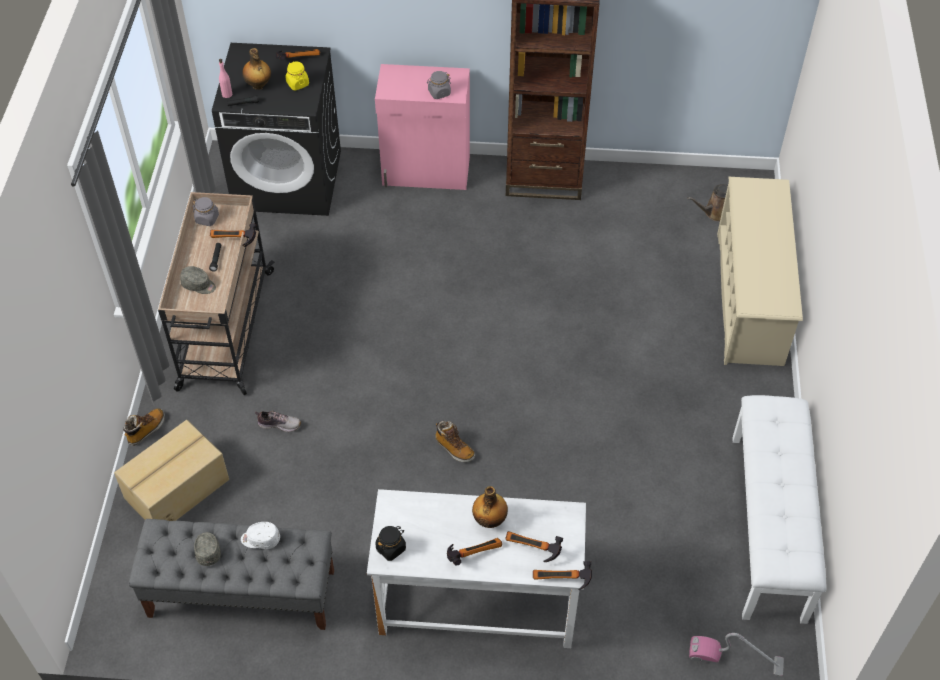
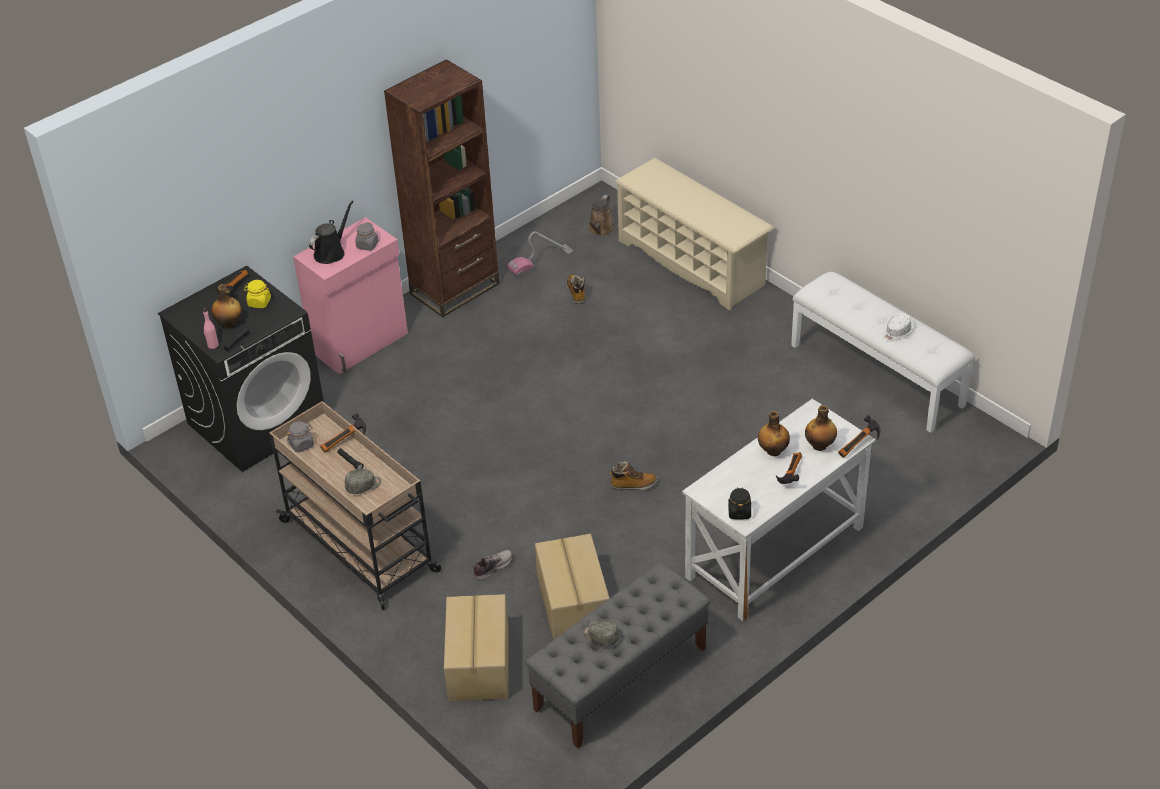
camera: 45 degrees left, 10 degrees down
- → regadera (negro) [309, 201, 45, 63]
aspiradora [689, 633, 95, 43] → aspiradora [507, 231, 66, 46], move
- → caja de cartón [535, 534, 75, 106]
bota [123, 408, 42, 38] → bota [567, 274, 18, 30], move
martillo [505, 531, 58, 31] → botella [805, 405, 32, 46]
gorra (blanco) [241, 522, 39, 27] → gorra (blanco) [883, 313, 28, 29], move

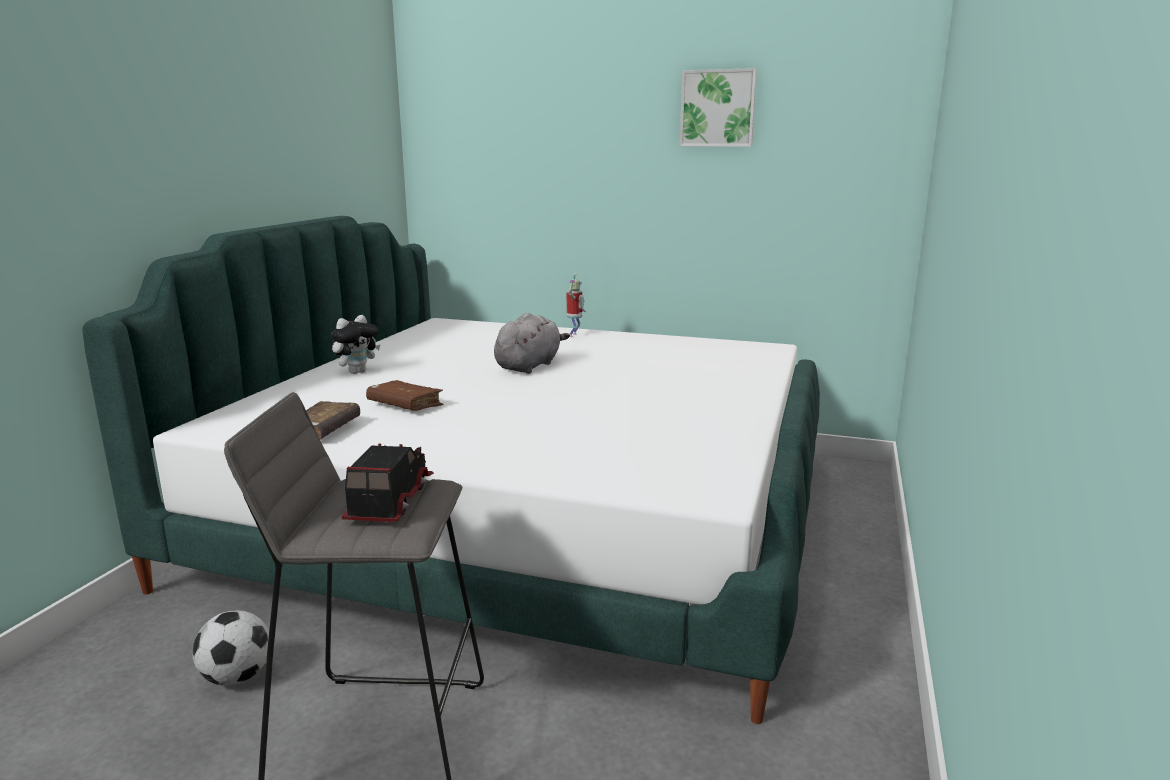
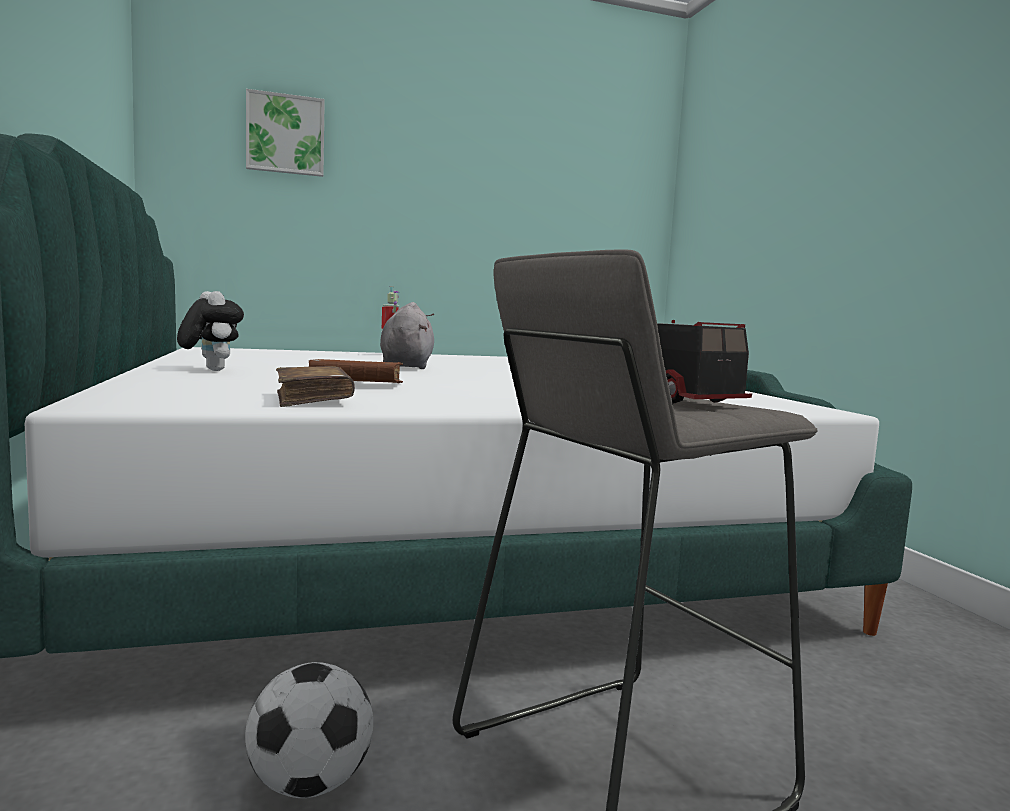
camera: 35 degrees left, 10 degrees down
peluche [331, 315, 49, 59] → peluche [177, 291, 67, 80], 45 degrees counterclockwise
cuadro [680, 68, 77, 79] → cuadro [246, 89, 79, 88], move

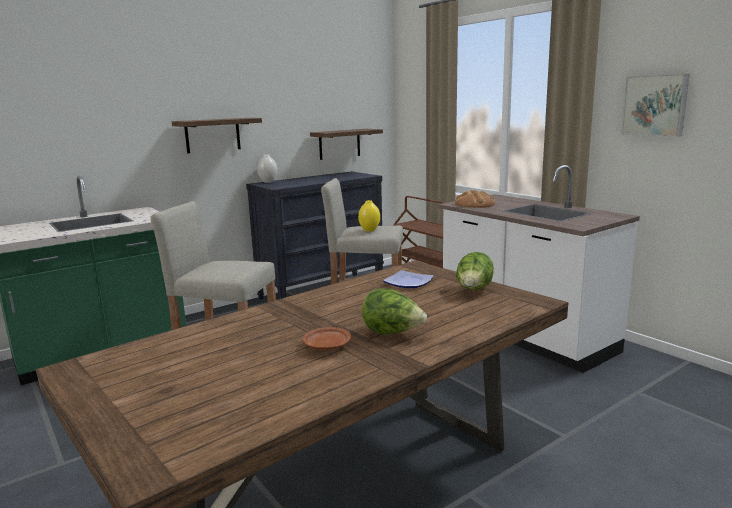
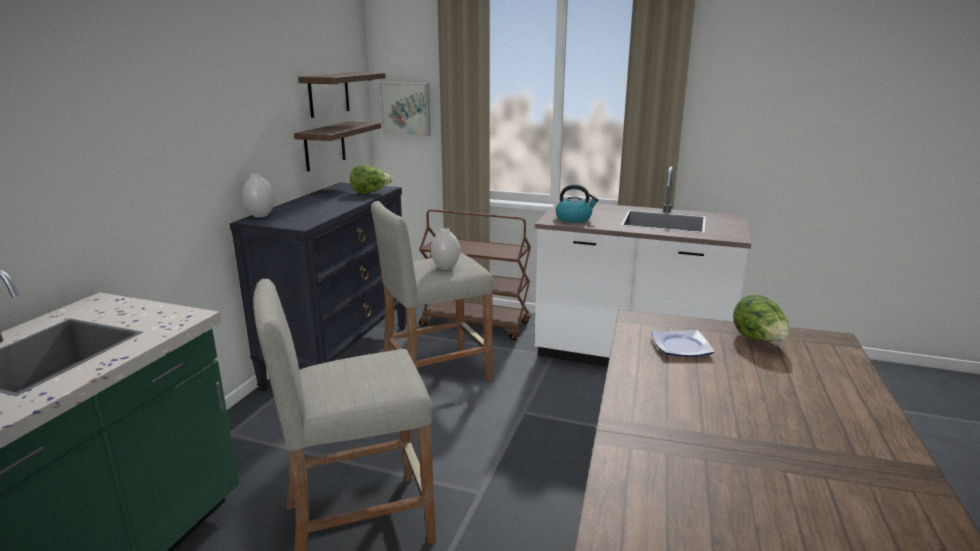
camera: 35 degrees left, 5 degrees up
estante [172, 118, 90, 35] → estante [298, 72, 88, 46], move
lechuga [362, 289, 65, 45] → lechuga [350, 165, 43, 29], move
cuadro [621, 74, 69, 63] → cuadro [380, 82, 51, 54], move
florero (amarillo) [358, 200, 22, 32] → florero (blanco) [431, 228, 29, 42]
pan [455, 190, 40, 18] → hervidor [556, 184, 43, 39]
plato (marrón) [303, 327, 48, 23] → -

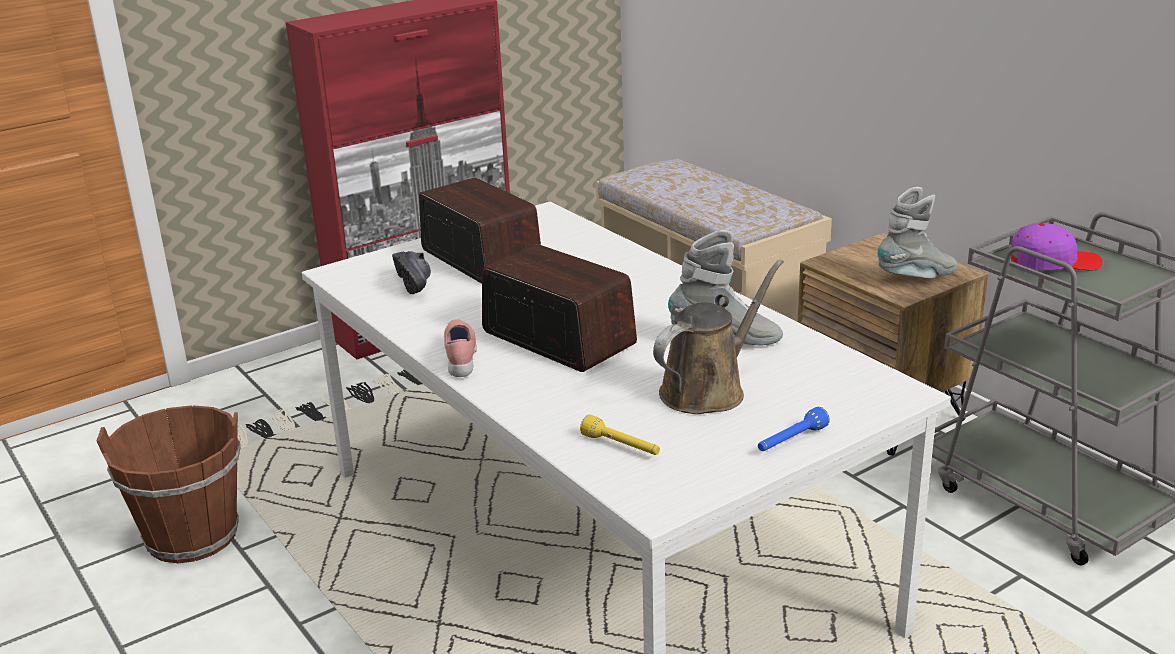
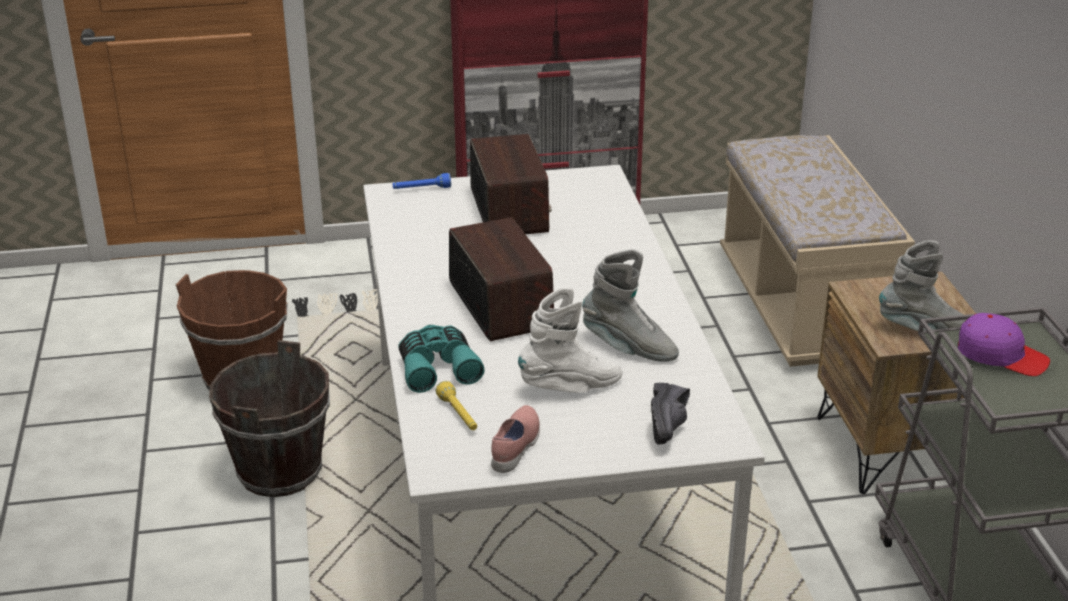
camera: 25 degrees right, 5 degrees up
- → cubo (marrón) [209, 340, 121, 157]
linterna (azul) [758, 407, 72, 44] → linterna (azul) [393, 173, 58, 16], move
- → prismáticos (turquesa) [399, 325, 86, 68]
zapato (rosa) [444, 320, 33, 57] → zapato (rosa) [491, 405, 49, 68], move
regadera (marrón) [653, 259, 131, 155] → bota (blanco) [518, 287, 105, 106]
zapato (negro) [392, 251, 39, 43] → zapato (negro) [651, 383, 39, 62], move

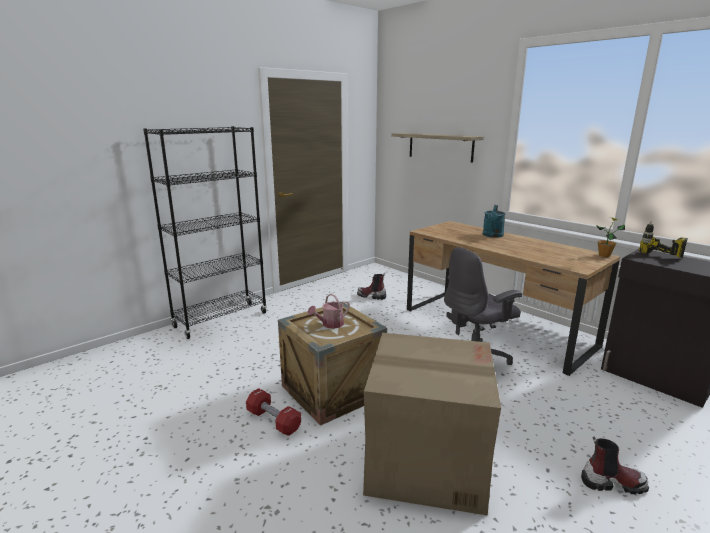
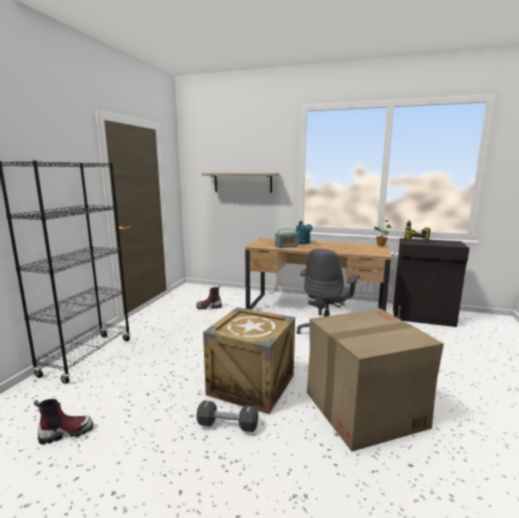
camera: 30 degrees left, 5 degrees down
bota [581, 437, 68, 57] → bota [34, 399, 59, 46], move
mancuerna (rojo) [246, 388, 55, 48] → mancuerna (negro) [196, 400, 62, 32]
- → radio [275, 228, 24, 20]
regadera [308, 294, 42, 35] → -

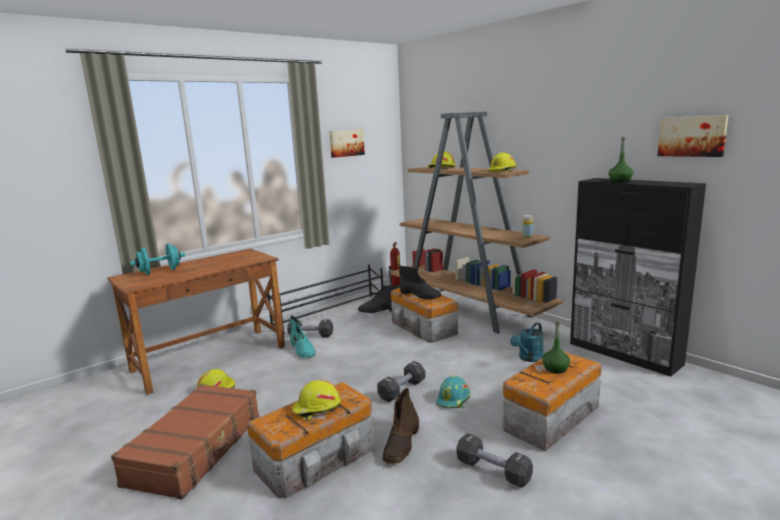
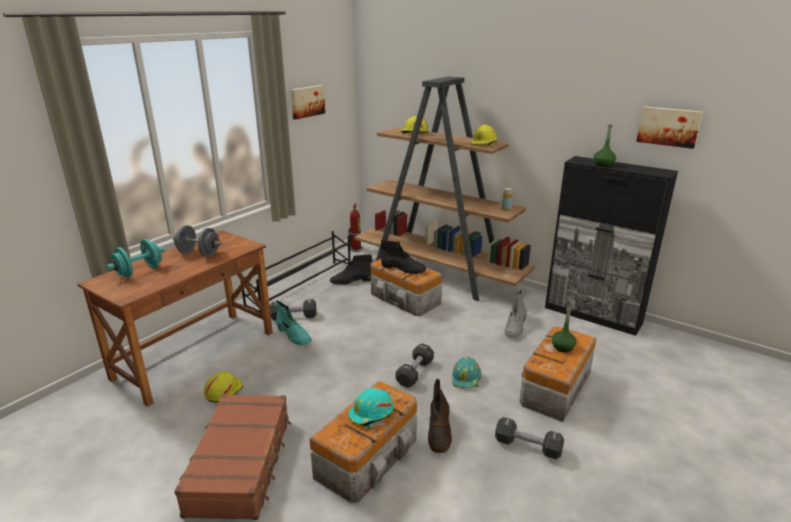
camera: 15 degrees left, 10 degrees up
- → mancuerna (gris) [173, 225, 49, 32]
casco (amarillo) [291, 380, 50, 40] → casco (turquesa) [348, 388, 46, 41]
regadera (turquesa) [510, 322, 34, 40] → bota (gris) [505, 289, 22, 49]

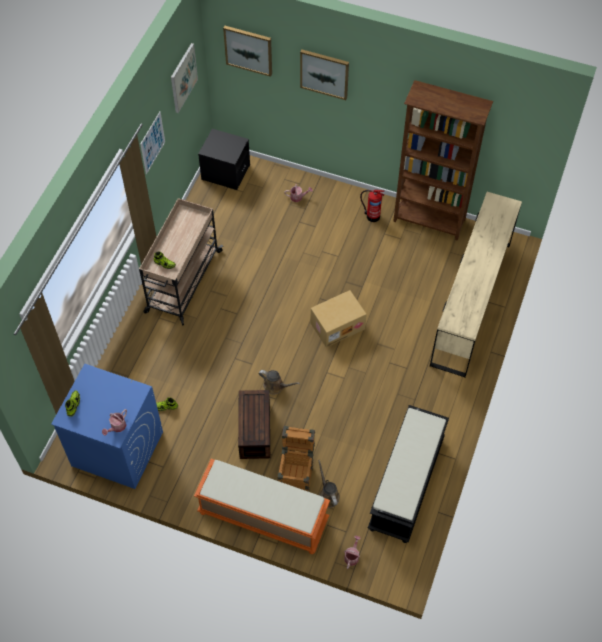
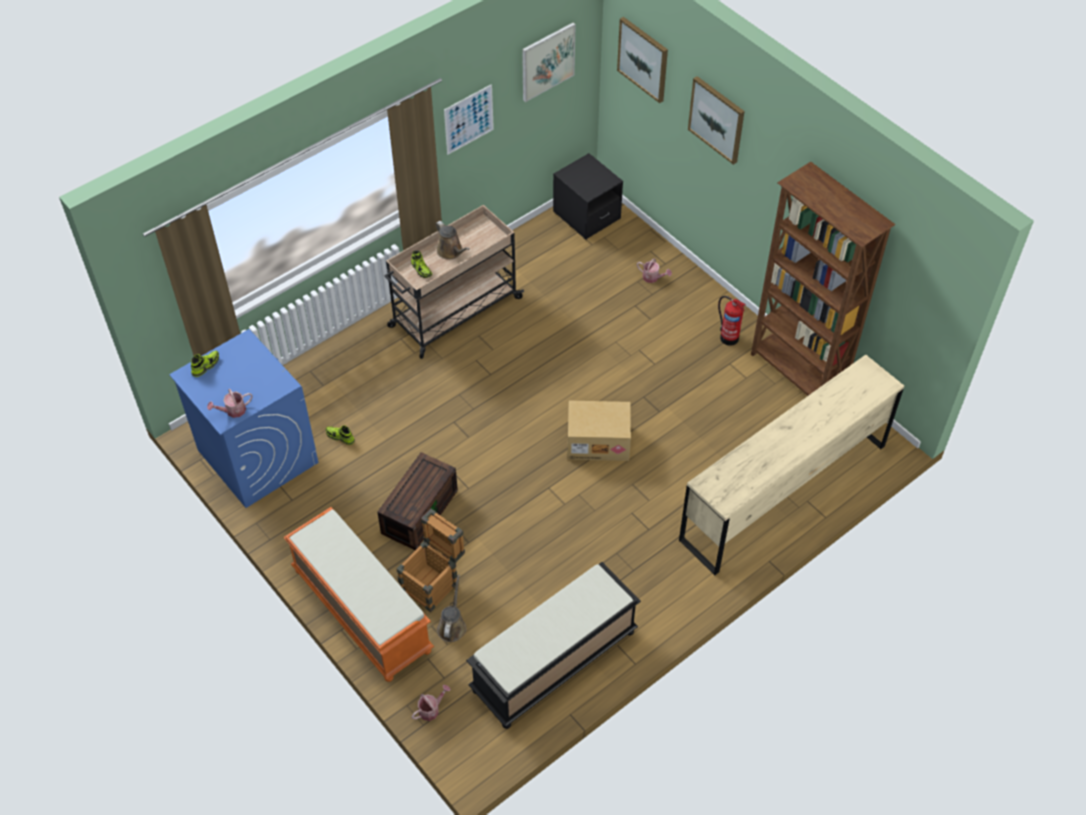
camera: 30 degrees right, 5 degrees down
regadera (marrón) [258, 370, 42, 25] → regadera (marrón) [435, 221, 35, 39], move

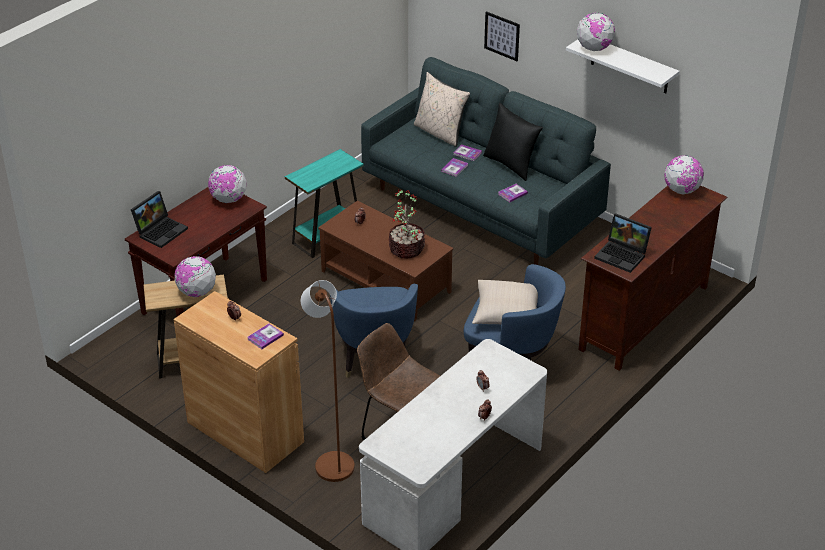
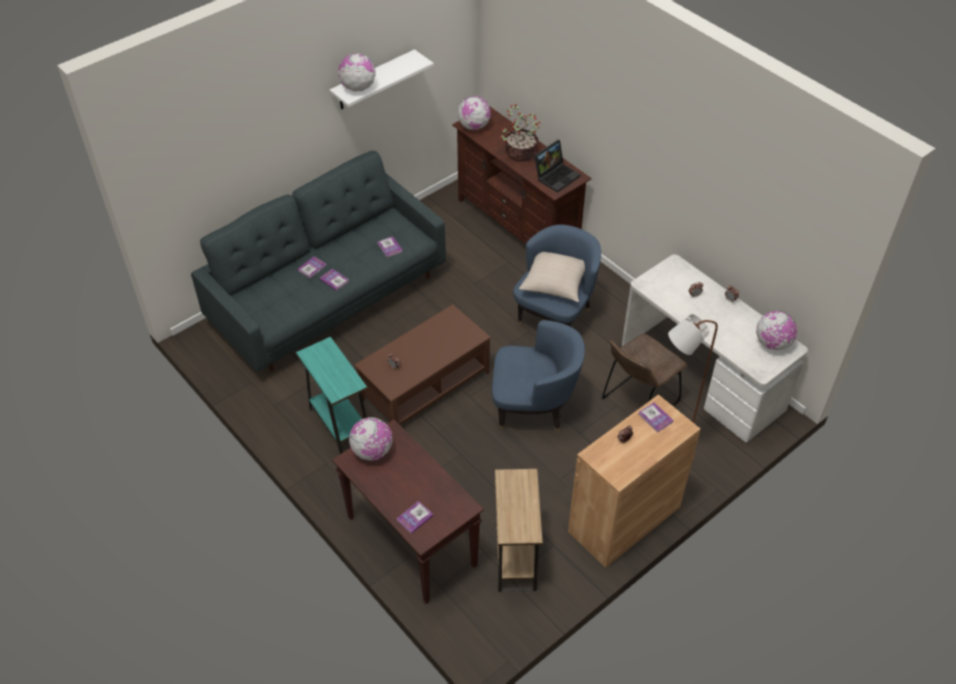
camera: 80 degrees left, 10 degrees up
portátil [131, 191, 57, 57] → libro [397, 501, 37, 33]
planta en maceta [389, 190, 36, 69] → planta en maceta [499, 104, 41, 58], move
globo terráqueo [174, 256, 42, 41] → globo terráqueo [756, 311, 42, 39], move
cojín (beis) [414, 72, 56, 75] → -
cojín (negro) [483, 103, 60, 78] → -
cuadro [484, 11, 36, 50] → -

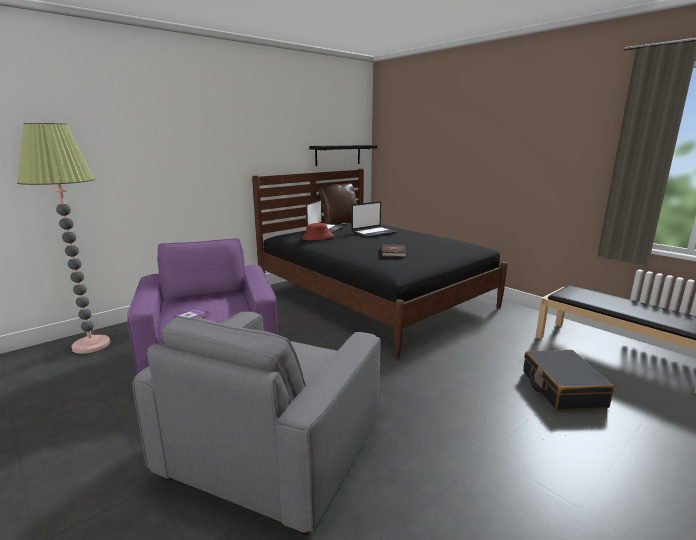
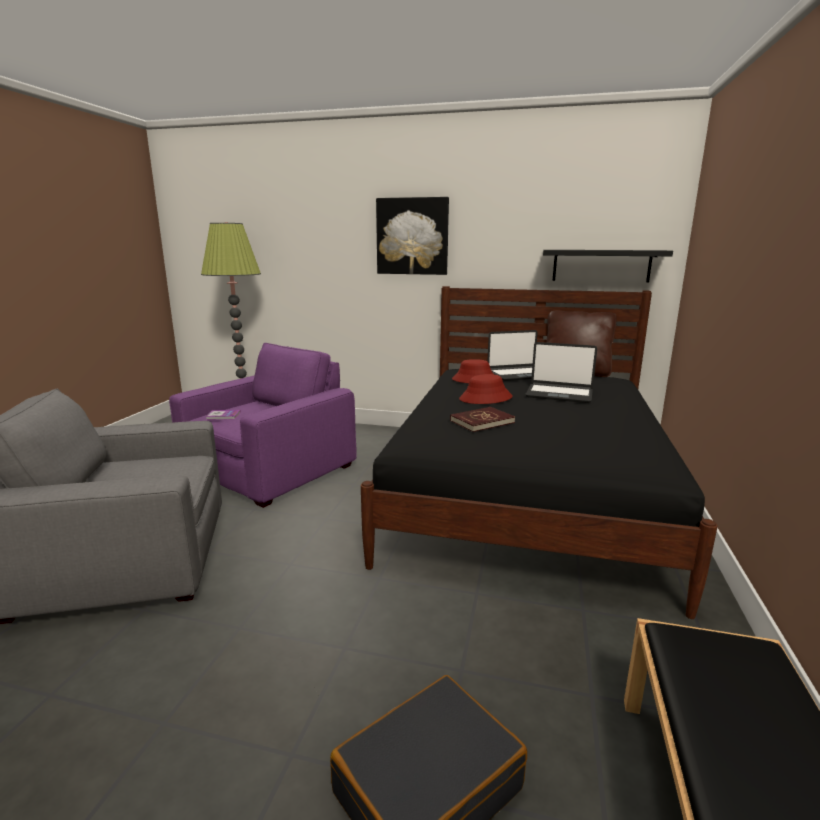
camera: 55 degrees right, 0 degrees up
- → cuadro [376, 197, 73, 78]
- → sombrero (rojo) [459, 374, 54, 30]

